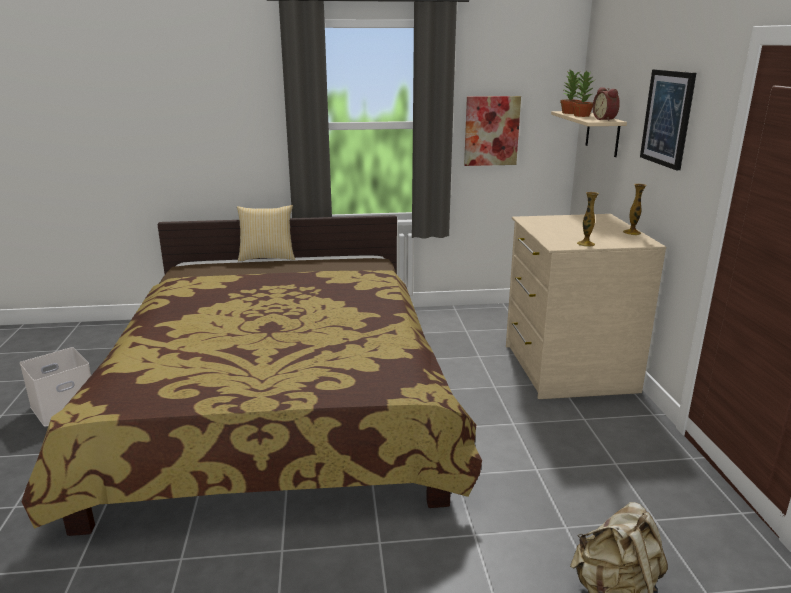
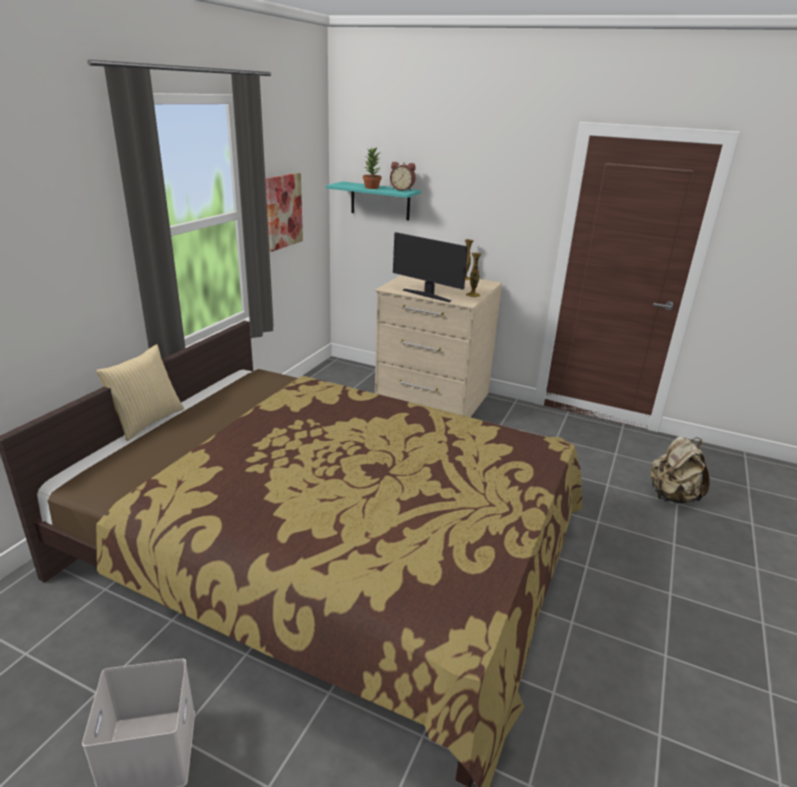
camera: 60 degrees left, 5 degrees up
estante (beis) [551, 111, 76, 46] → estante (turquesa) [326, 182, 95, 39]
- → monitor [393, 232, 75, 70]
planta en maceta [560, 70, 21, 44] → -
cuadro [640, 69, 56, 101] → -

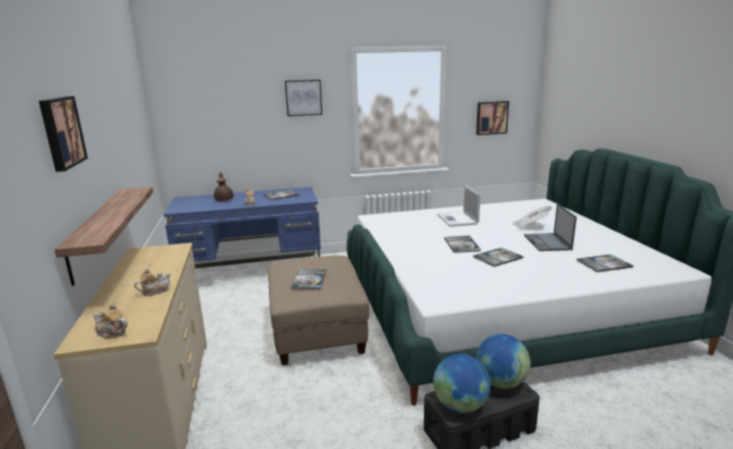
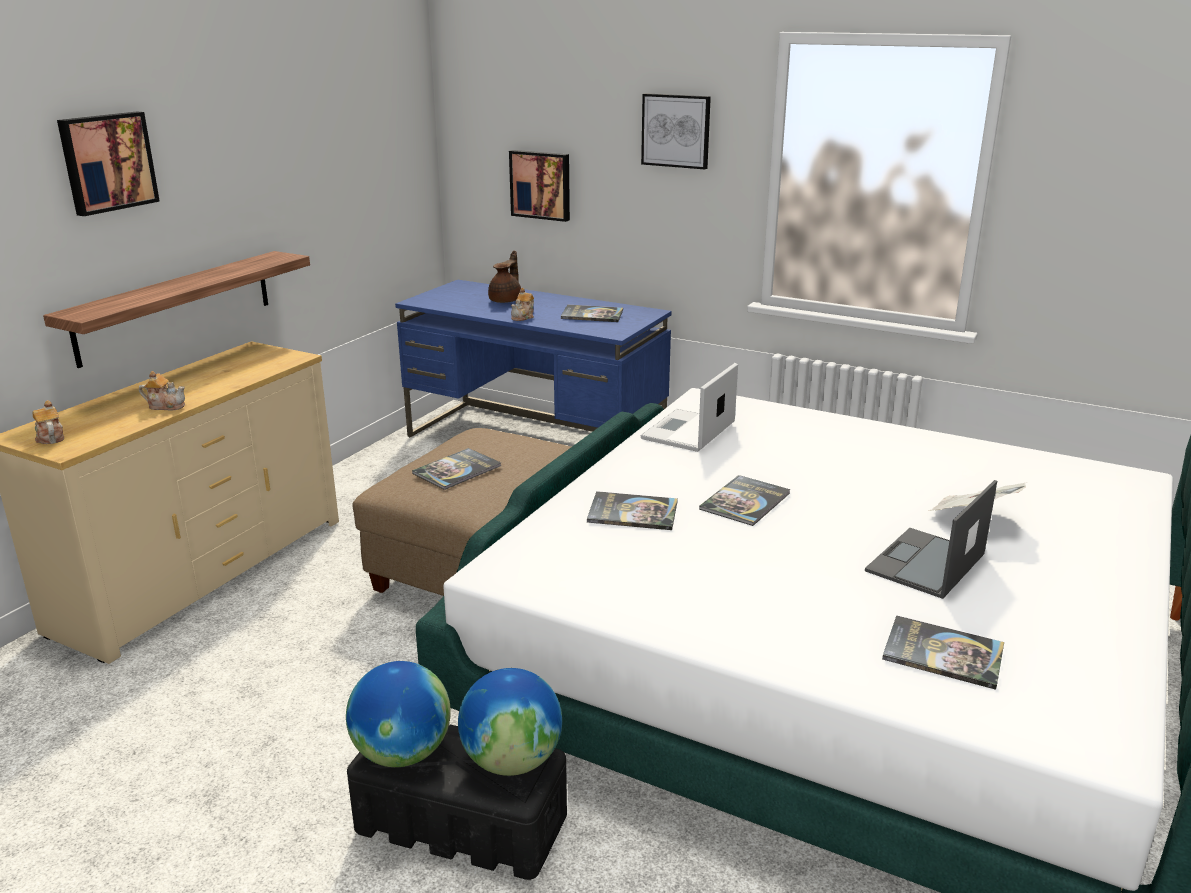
camera: 40 degrees right, 5 degrees up
cuadro [476, 101, 33, 34] → cuadro [509, 150, 61, 72], move
libro [473, 248, 50, 19] → libro [587, 491, 91, 39], move
portátil [437, 185, 44, 42] → portátil [641, 363, 97, 89], move

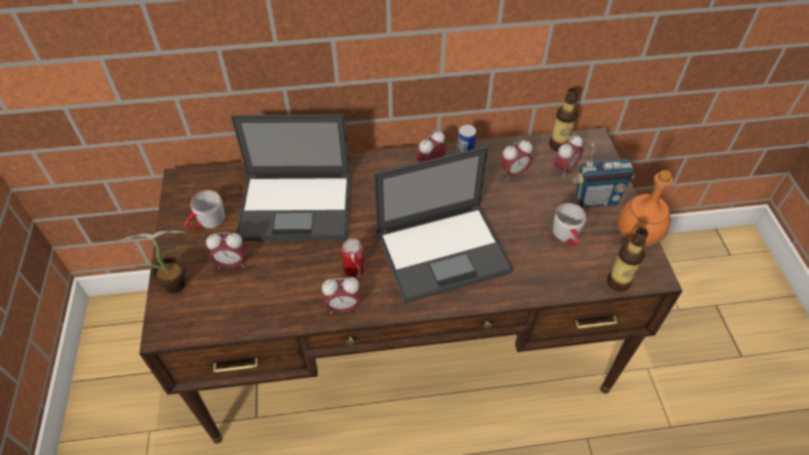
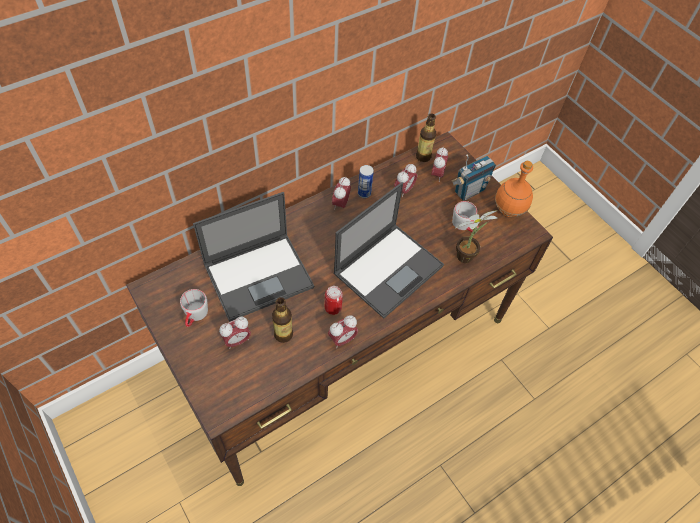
camera: 30 degrees left, 5 degrees up
botella [607, 227, 41, 65] → botella [272, 297, 21, 46], move
planta en maceta [120, 230, 67, 64] → planta en maceta [455, 210, 42, 53], move

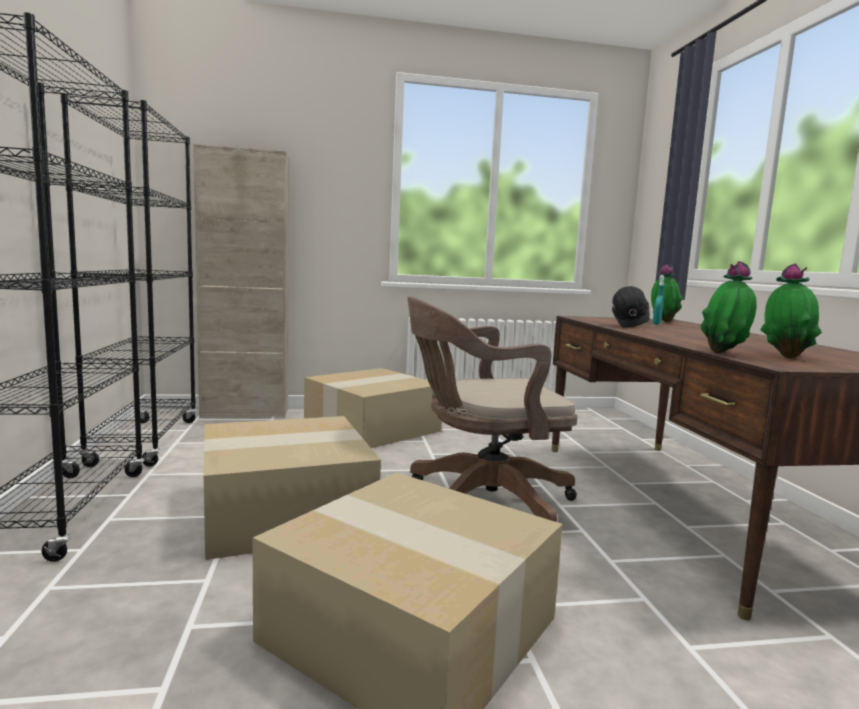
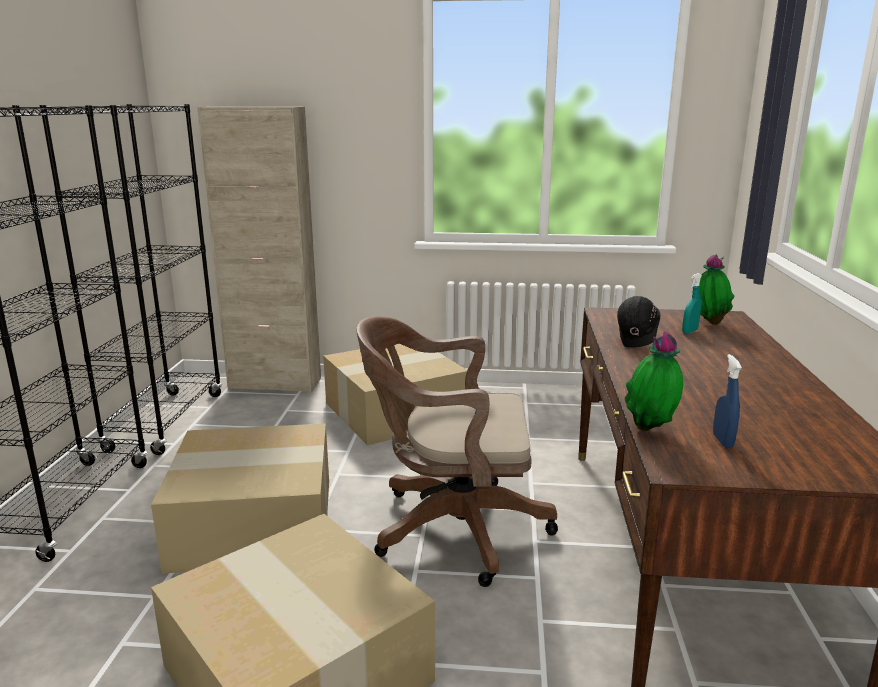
camera: 15 degrees right, 10 degrees up
planta en maceta [760, 263, 62, 95] → pulverizador (azul) [713, 354, 29, 94]

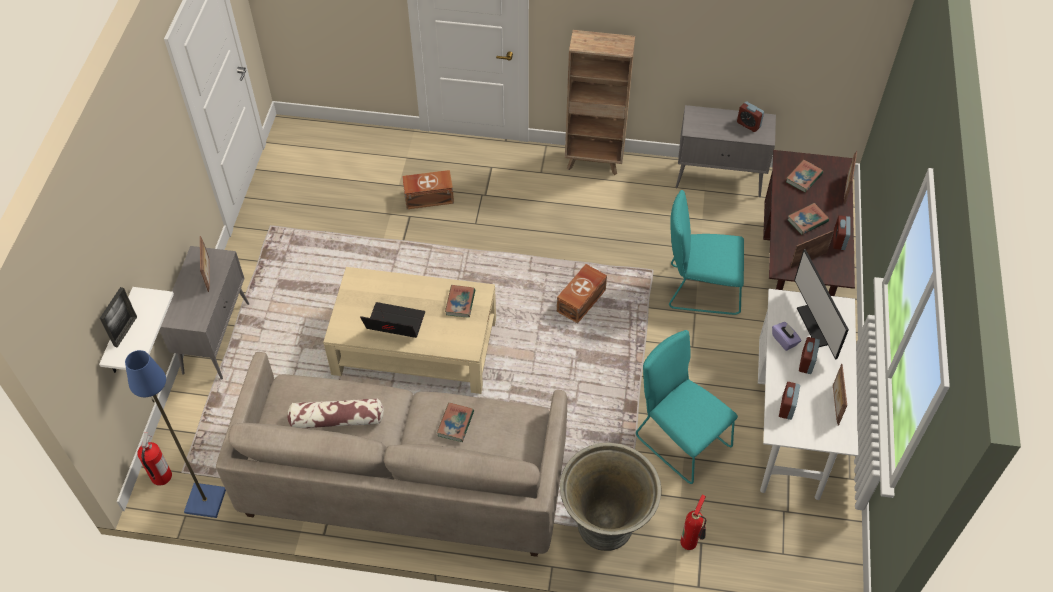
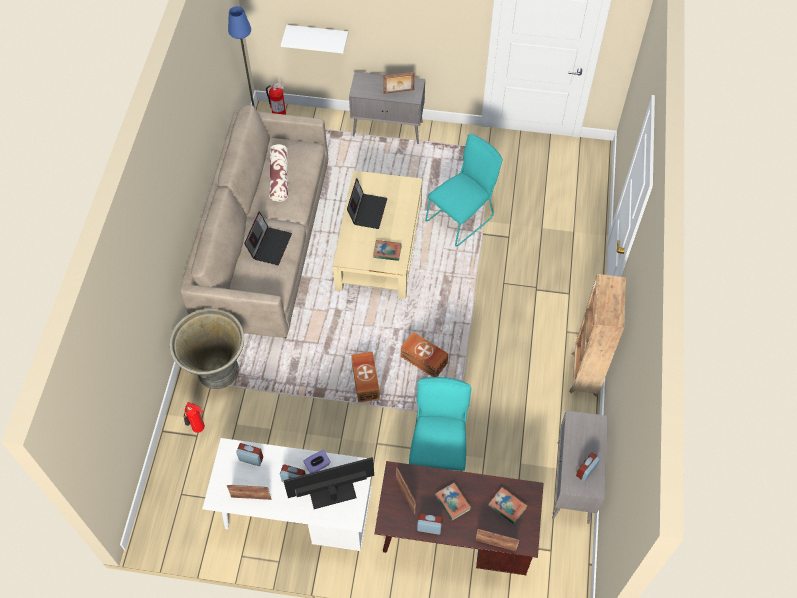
camera: 90 degrees right, 5 degrees up
libro [437, 402, 37, 40] → portátil [244, 211, 48, 54]
caja de almacenaje (marrón) [402, 170, 52, 39] → caja de almacenaje (marrón) [351, 351, 29, 52], move
silla (turquesa) [636, 330, 102, 154] → silla (turquesa) [425, 134, 77, 113], move
portarretratos [100, 287, 37, 61] → -

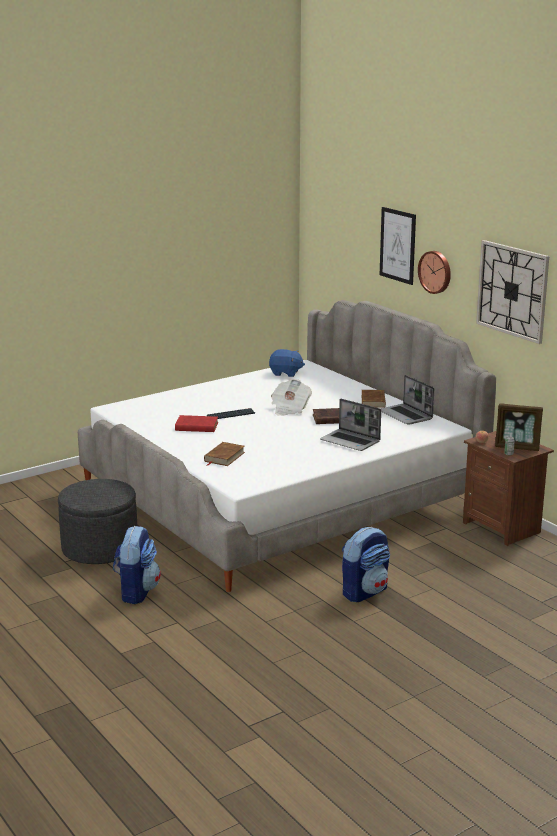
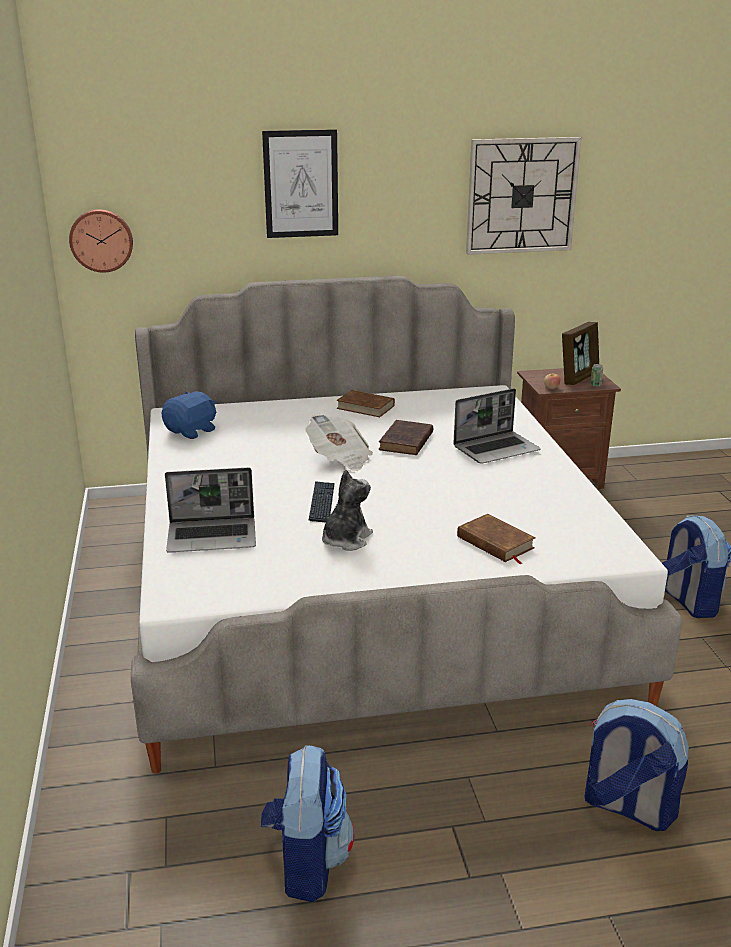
camera: 65 degrees left, 5 degrees up
reloj de pared [418, 251, 33, 43] → reloj de pared [69, 209, 64, 64], move
portátil [381, 375, 53, 50] → portátil [165, 468, 91, 85], move
- → mochila [261, 745, 93, 157]
libro (rojo) [175, 415, 43, 17] → peluche [322, 469, 51, 82]
puf (gris) [58, 479, 79, 85] → -

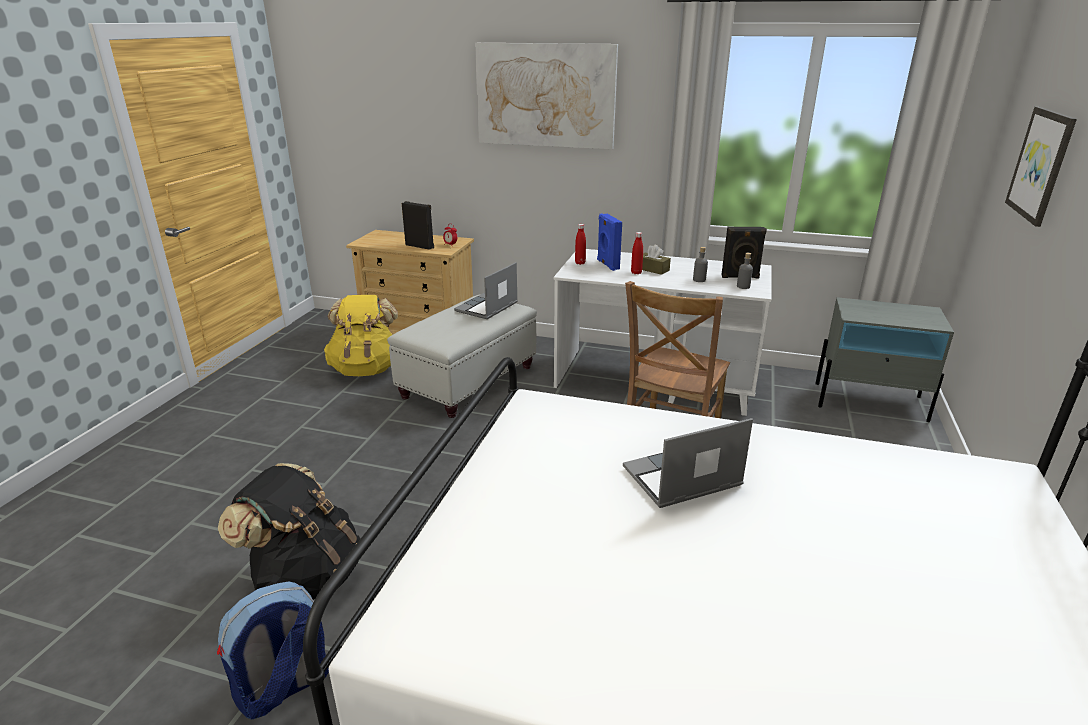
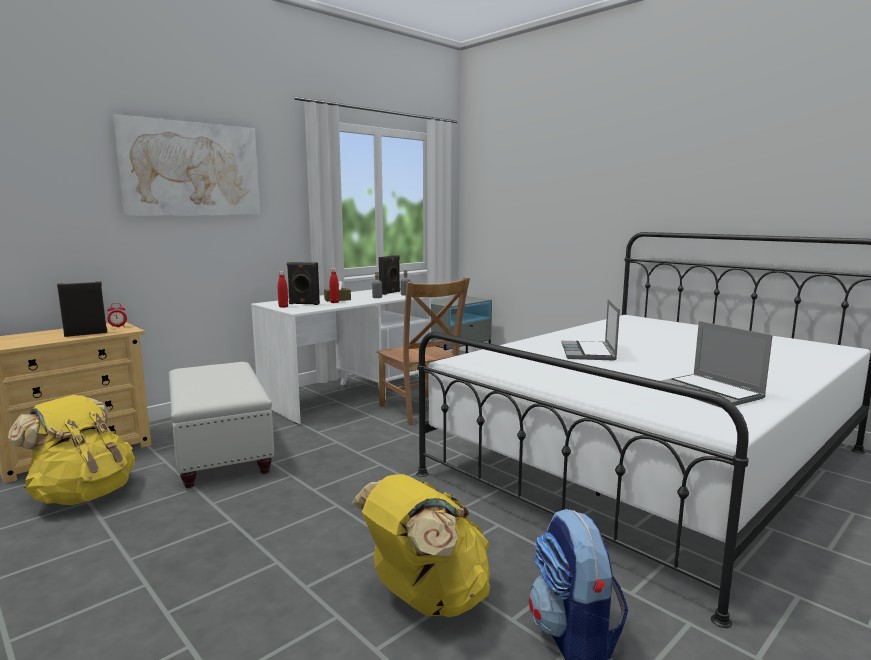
camera: 60 degrees left, 15 degrees down
altavoz (azul) [597, 213, 25, 58] → altavoz (negro) [287, 262, 33, 43]
mochila (negro) [218, 463, 142, 137] → mochila (amarillo) [351, 474, 139, 143]
portátil [454, 262, 64, 57] → portátil [661, 321, 112, 86], move
cuadro [1005, 107, 72, 120] → -

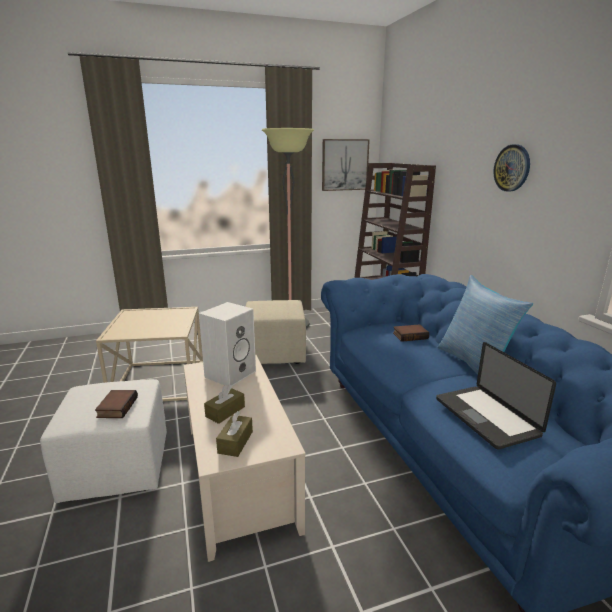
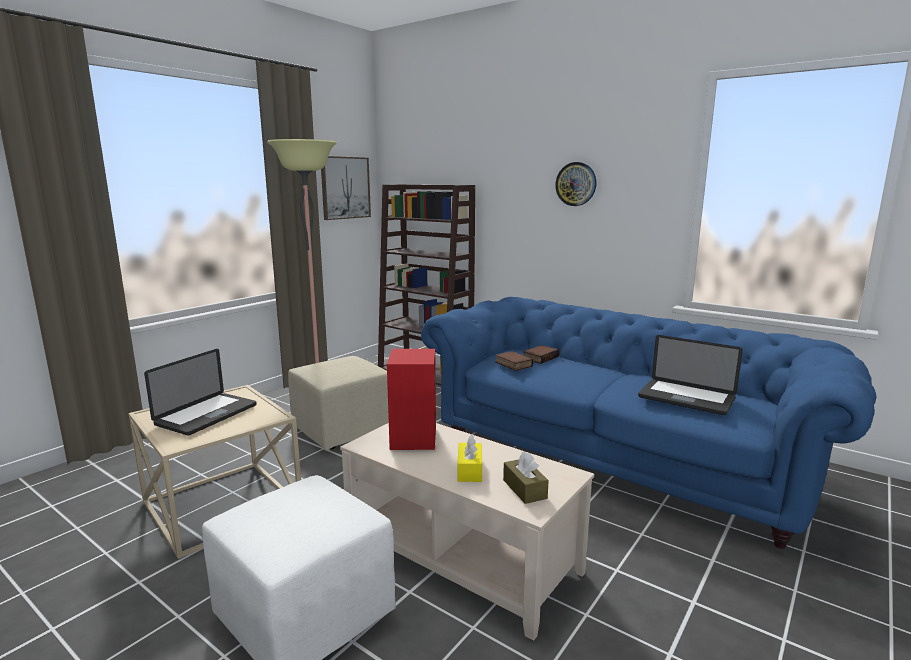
camera: 35 degrees left, 5 degrees down
- → portátil [144, 349, 113, 86]
altavoz (blanco) [199, 302, 57, 84] → altavoz (rojo) [387, 349, 49, 101]
caja de pañuelos (marrón) [204, 384, 41, 40] → caja de pañuelos (amarillo) [457, 435, 25, 47]
libro [95, 390, 43, 28] → libro [495, 351, 39, 20], move
cojín [438, 275, 96, 100] → -

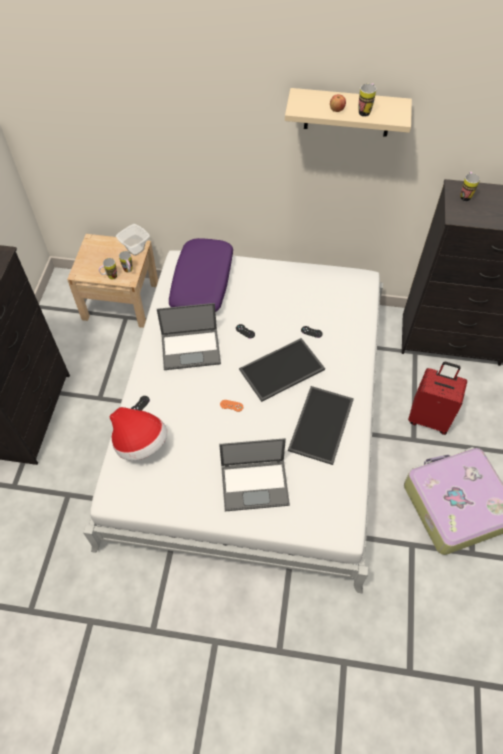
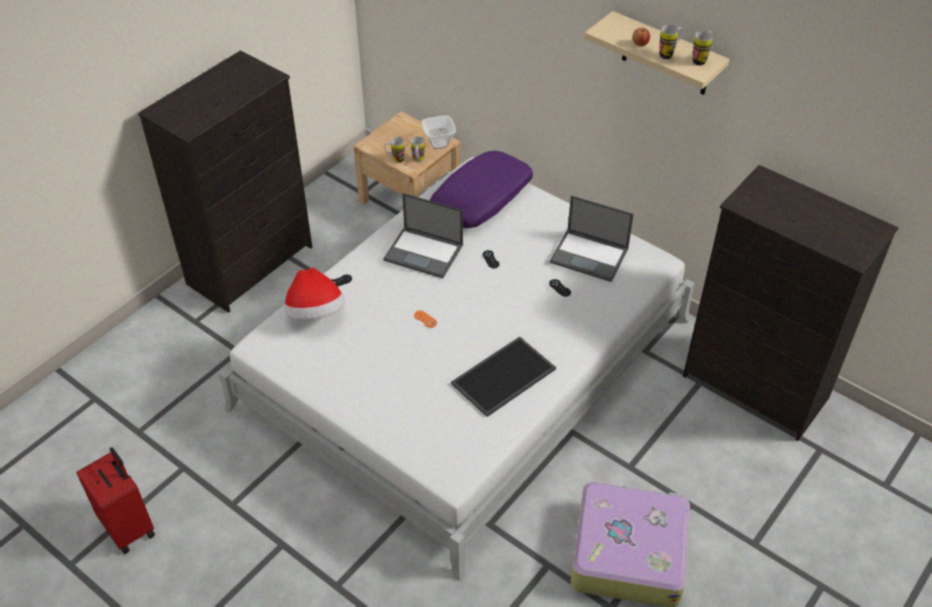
camera: 30 degrees right, 10 degrees down
maleta (rojo) [408, 362, 59, 73] → maleta (rojo) [76, 447, 79, 107], move
portátil [219, 438, 71, 73] → portátil [550, 195, 84, 87], move
taza grande [460, 172, 20, 29] → taza grande [693, 31, 20, 35], move
bandeja [239, 338, 86, 64] → -

